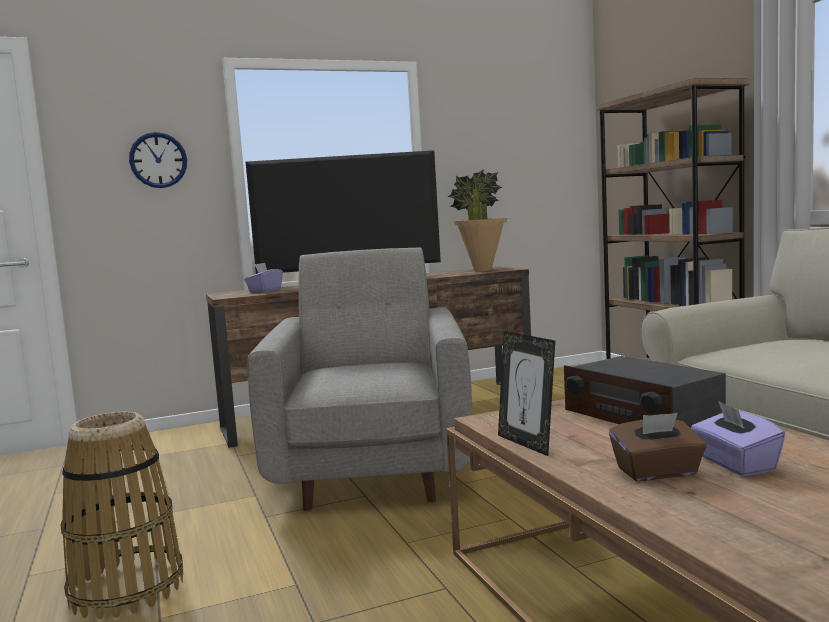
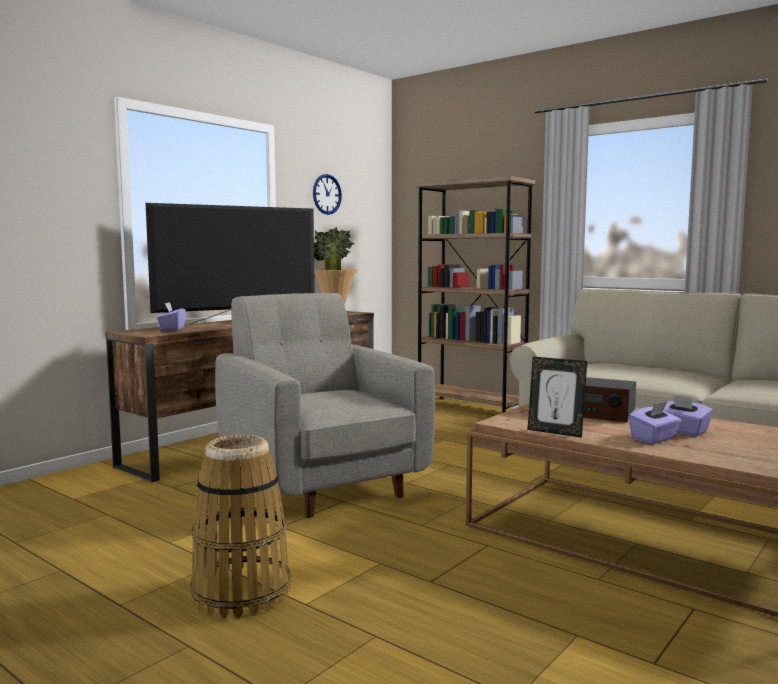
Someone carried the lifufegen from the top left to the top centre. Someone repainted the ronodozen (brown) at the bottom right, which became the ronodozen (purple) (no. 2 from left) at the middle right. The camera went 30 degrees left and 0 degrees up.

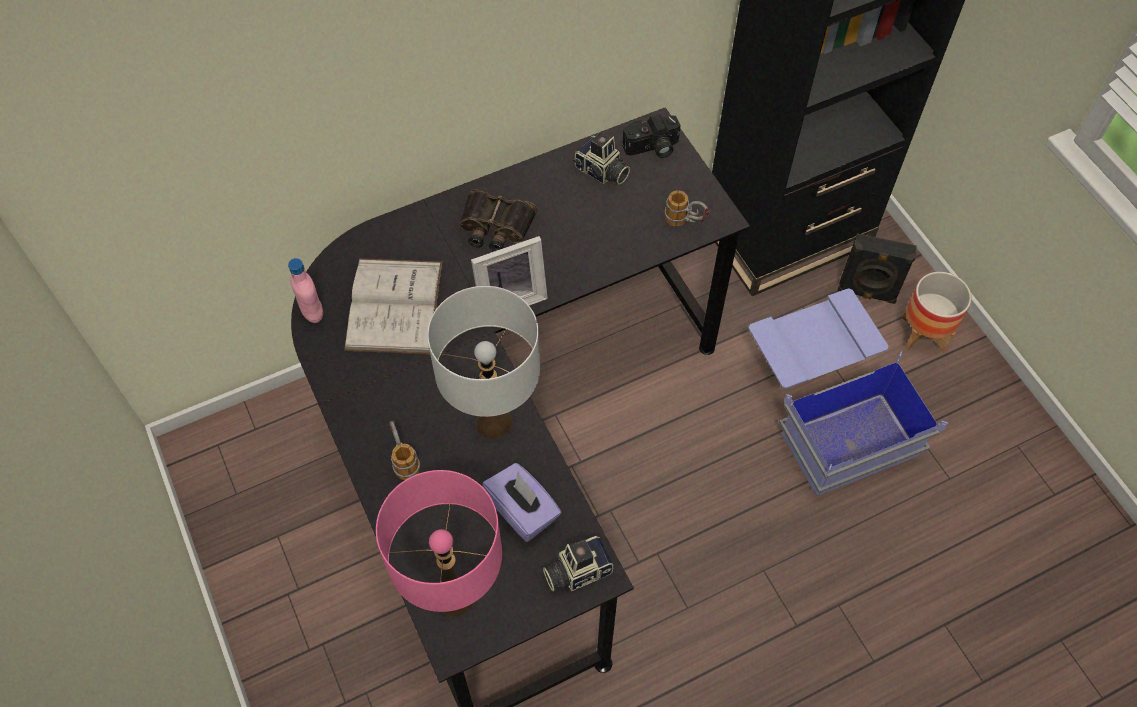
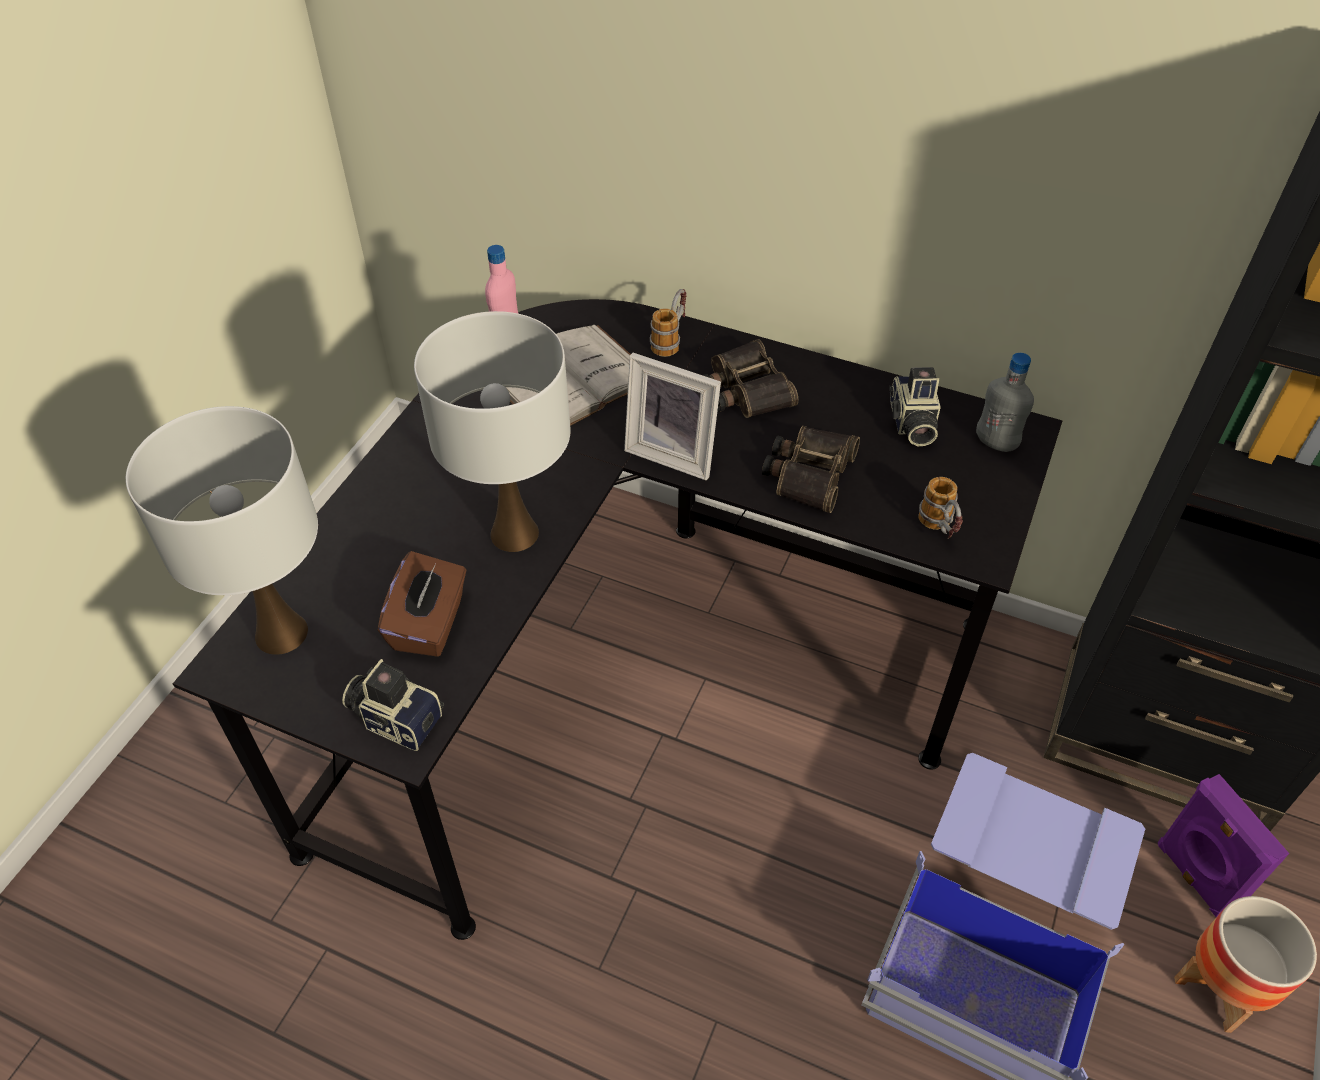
Someone swapped the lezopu (no. 3 from left) at the top centre for the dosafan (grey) at the middle right. Someone repainted the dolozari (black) at the middle right, which became the dolozari (purple) at the bottom right. Someone carried the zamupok (no. 1 from left) from the centre to the top centre. Someone repainted the ronodozen (purple) at the bottom centre, which became the ronodozen (brown) at the middle left. Someone repainted the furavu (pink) at the bottom centre, which became the furavu (white) (no. 1 from left) at the middle left. Someone put down the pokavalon (no. 2 from left) at the centre. The camera went 50 degrees right and 10 degrees down.

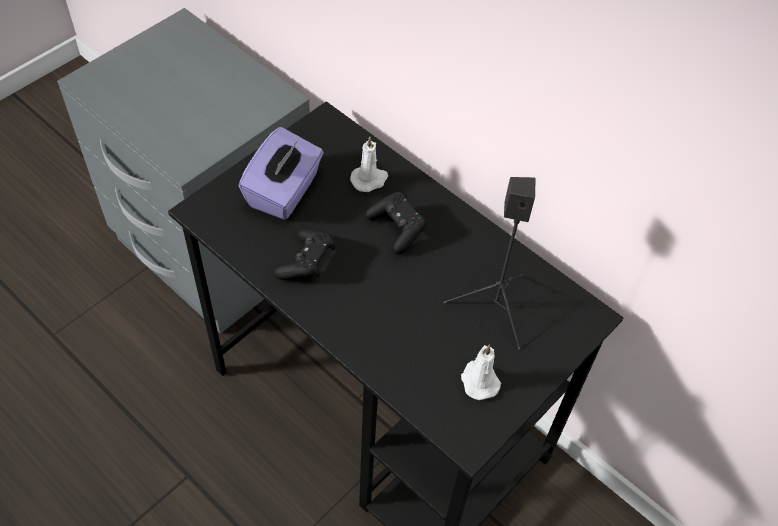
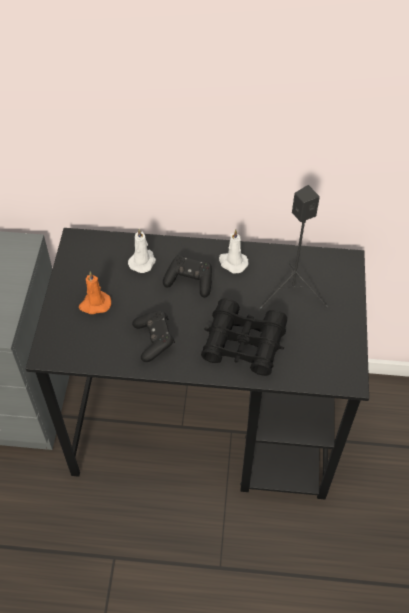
Someone swapped the ronodozen (purple) at the top centre for the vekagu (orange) at the middle left. Someone carried the vekagu (white) (no. 2 from left) from the bottom centre to the centre. Someone put down the pokavalon (black) at the centre. The camera went 35 degrees left and 0 degrees up.

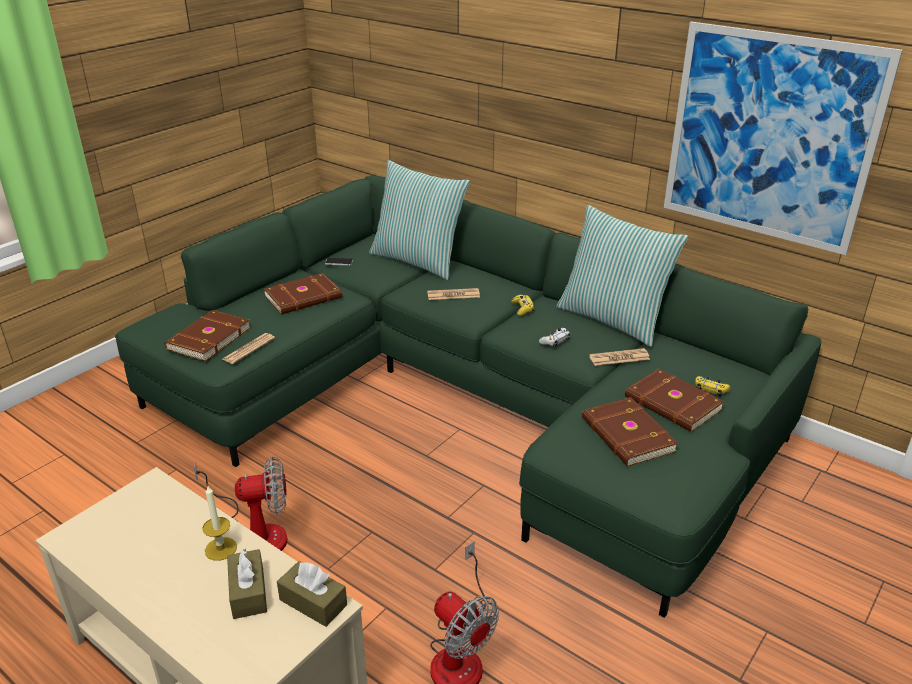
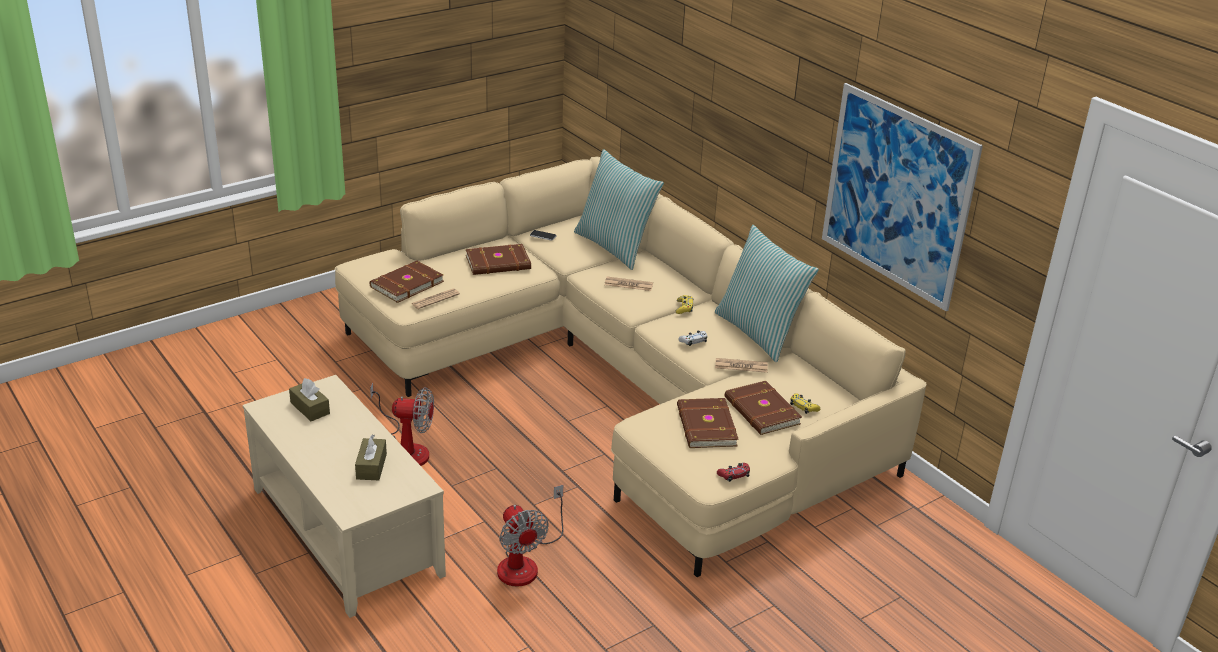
Someone repainted the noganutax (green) at the centre, which became the noganutax (beige) at the centre. Someone took away the vekagu at the bottom left. Someone carried the ronodozen (brown) (no. 2 from left in the first image) from the bottom centre to the middle left. Someone put down the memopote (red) at the bottom centre. The camera went 15 degrees right and 0 degrees up.

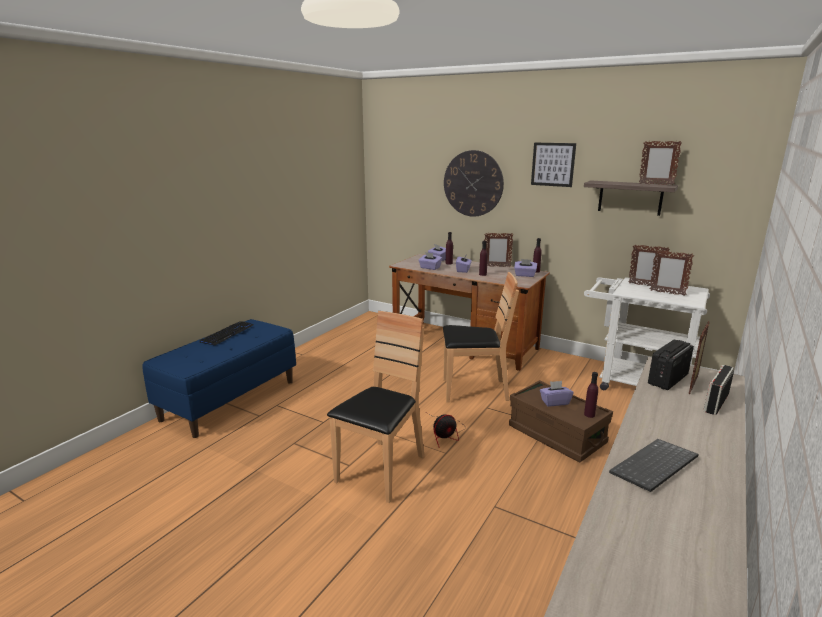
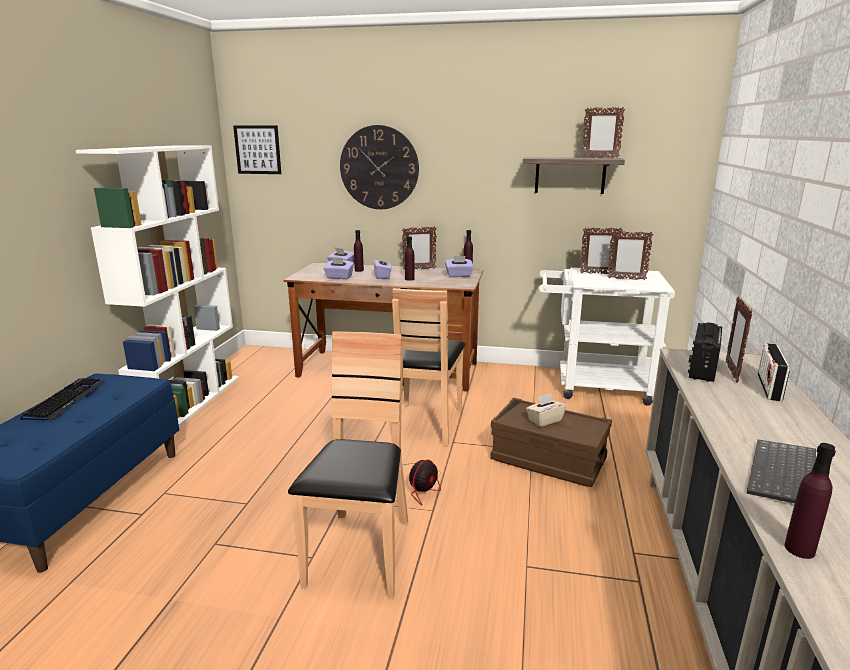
Someone carried the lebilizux from the top right to the top left. Someone rotated the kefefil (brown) (no. 2 from left) at the centre by 120 degrees clockwise. Someone carried the dosafan (purple) (no. 4 from left) from the middle right to the bottom right. Someone repainted the ronodozen (purple) (no. 5 from left) at the middle right, which became the ronodozen (beige) at the centre. Someone put down the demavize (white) at the middle left. The camera went 20 degrees left and 0 degrees up.

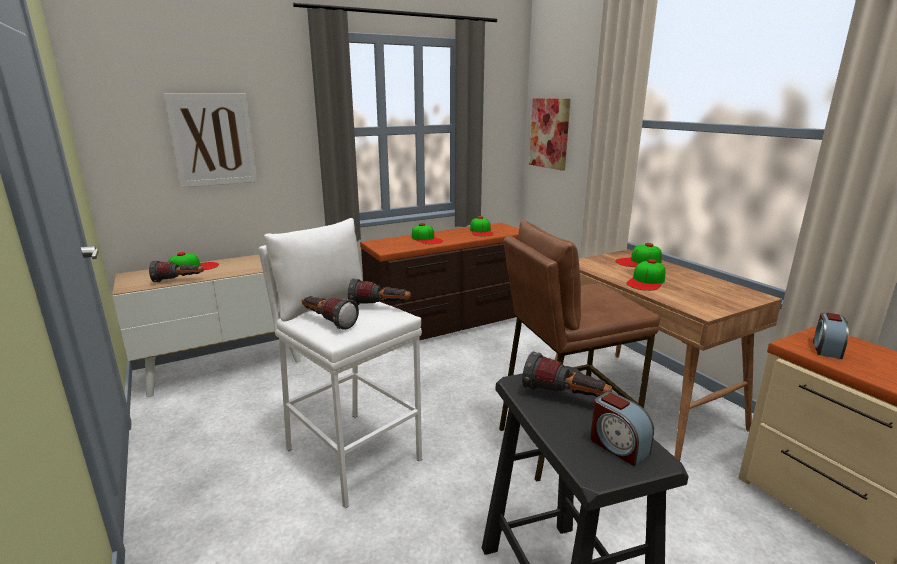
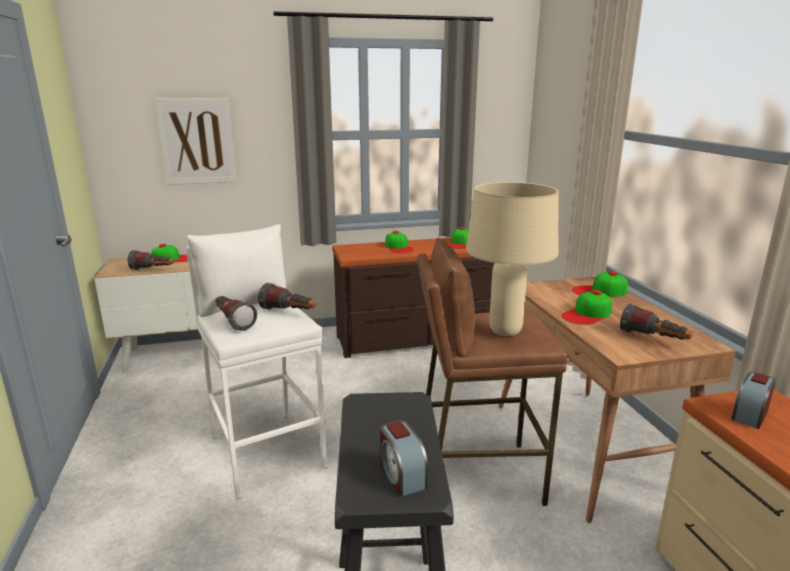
Someone took away the lebilizux (no. 2 from left) at the top centre. Someone carried the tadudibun (no. 4 from left) from the centre to the middle right. Someone put down the furavu (beige) at the centre. The camera went 15 degrees right and 0 degrees up.

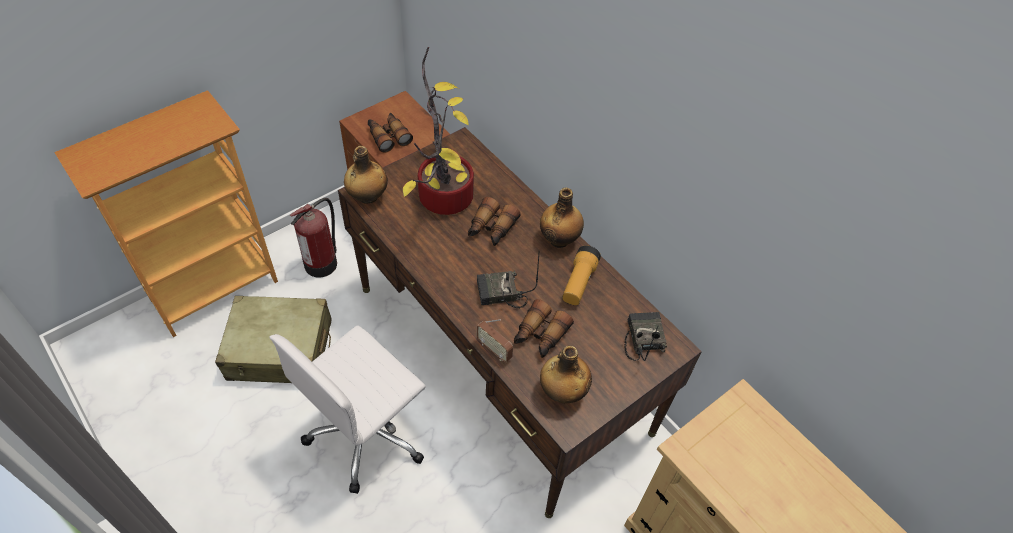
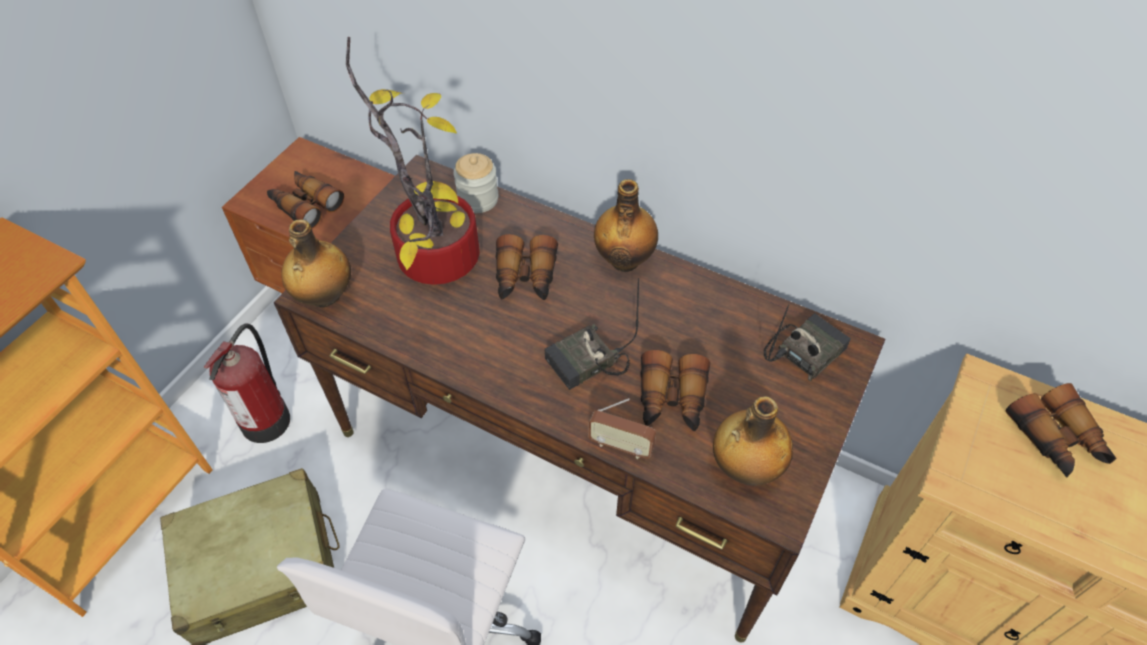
Someone took away the tadudibun at the centre. Someone rotated the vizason (no. 3 from left) at the centre by 75 degrees clockwise. Someone put down the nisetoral at the top centre. Someone put down the pokavalon (no. 4 from left) at the bottom right. The camera went 20 degrees left and 0 degrees up.

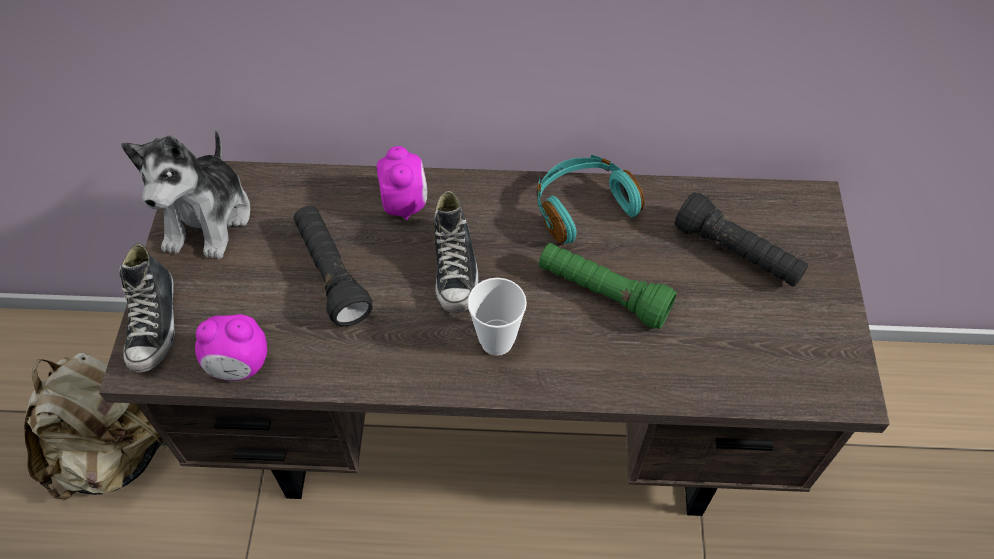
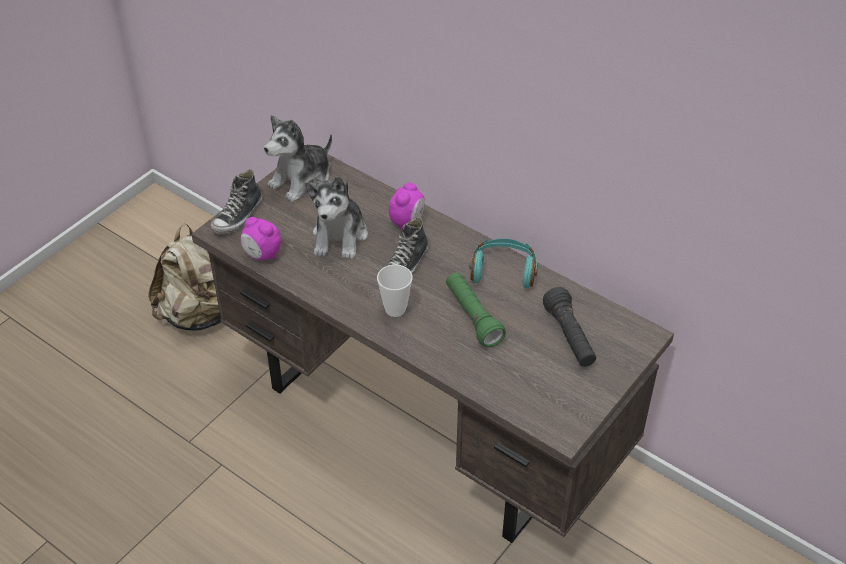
Someone swapped the tadudibun (black) (no. 1 from left) at the centre for the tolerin (no. 2 from left) at the centre. The camera went 35 degrees right and 10 degrees down.

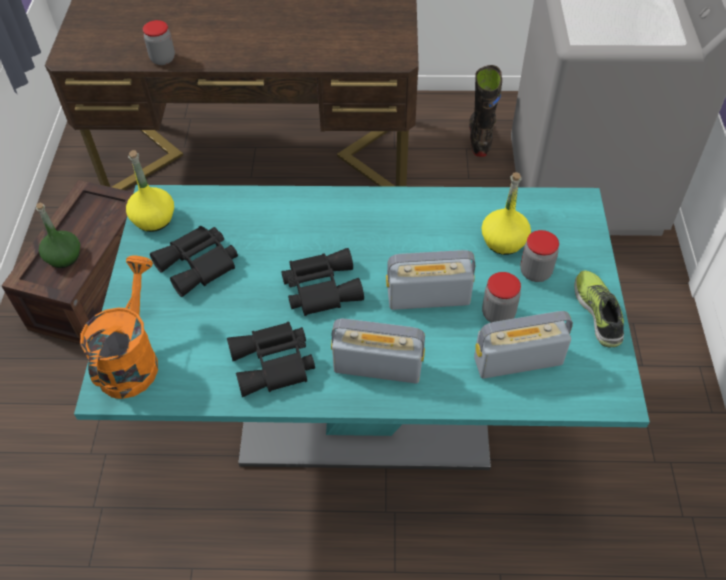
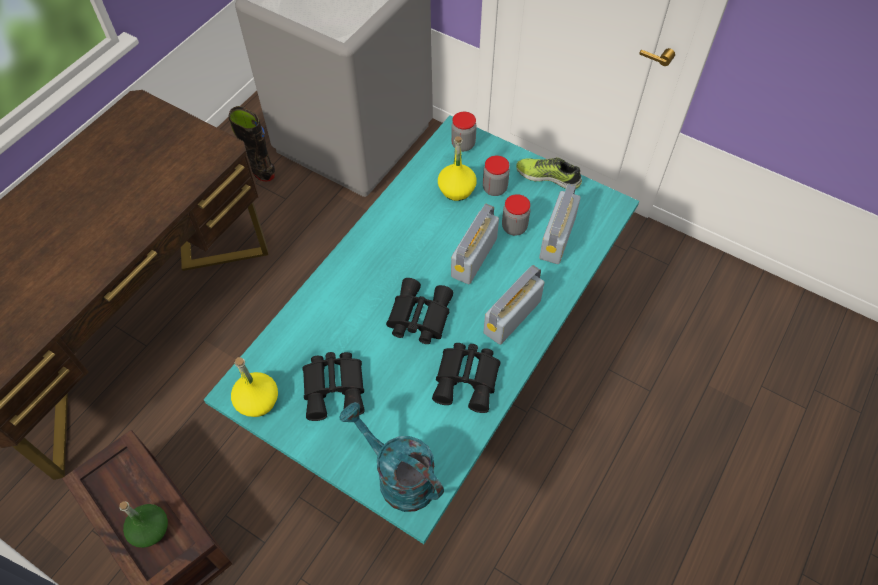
Someone carried the nisetoral (no. 1 from left) from the top left to the top centre. Someone repainted the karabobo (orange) at the middle left, which became the karabobo (turquoise) at the bottom centre. The camera went 60 degrees left and 5 degrees up.

